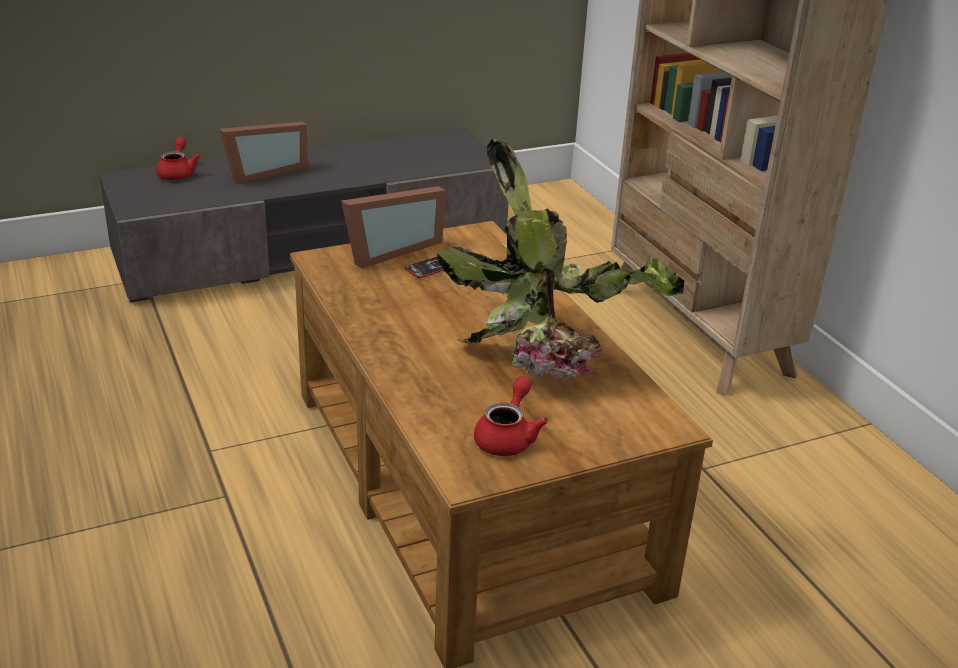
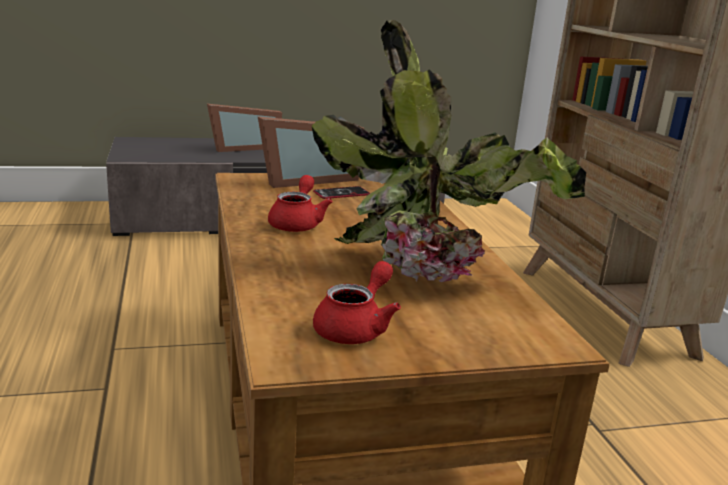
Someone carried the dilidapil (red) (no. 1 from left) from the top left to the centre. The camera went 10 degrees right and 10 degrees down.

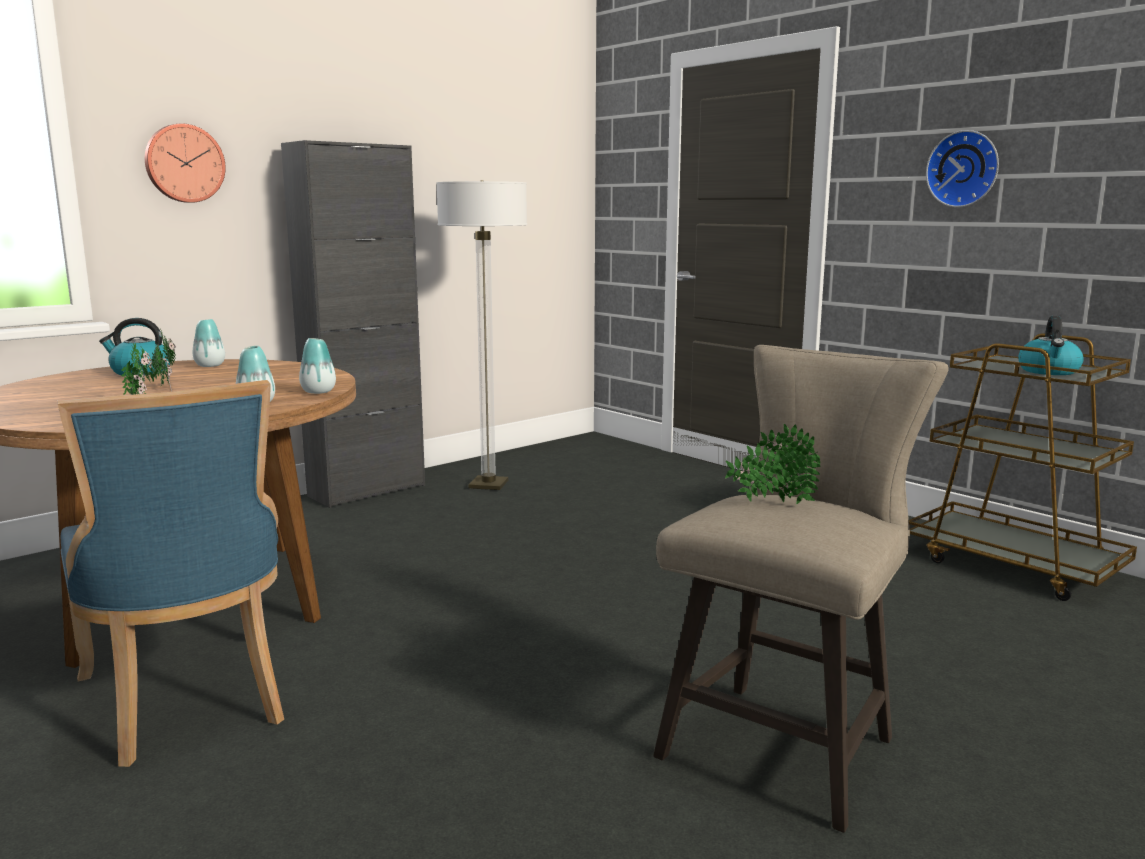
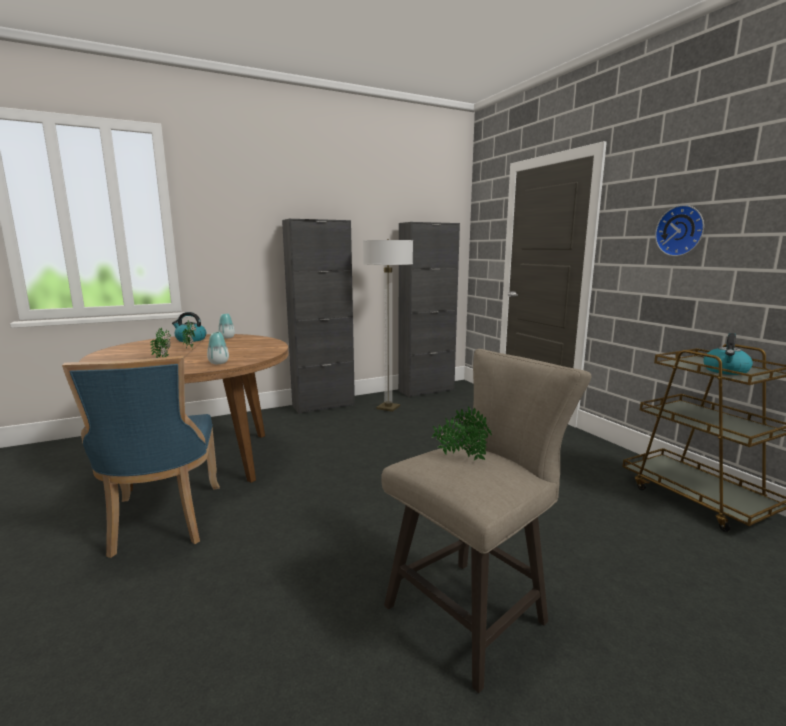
Someone took away the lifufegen (no. 1 from left) at the top left. Someone took away the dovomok (no. 3 from left) at the middle left. Someone put down the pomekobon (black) (no. 2 from left) at the centre. The camera went 15 degrees right and 0 degrees up.

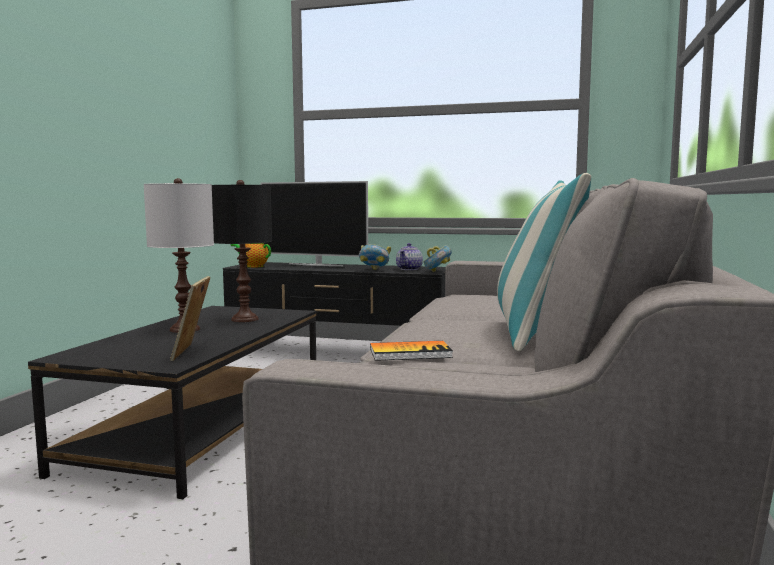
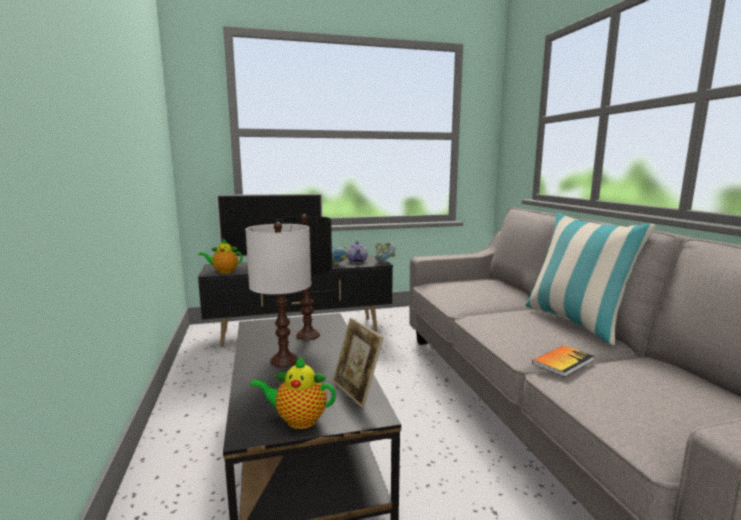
Someone put down the dilidapil (no. 2 from left) at the bottom centre. The camera went 30 degrees left and 5 degrees up.

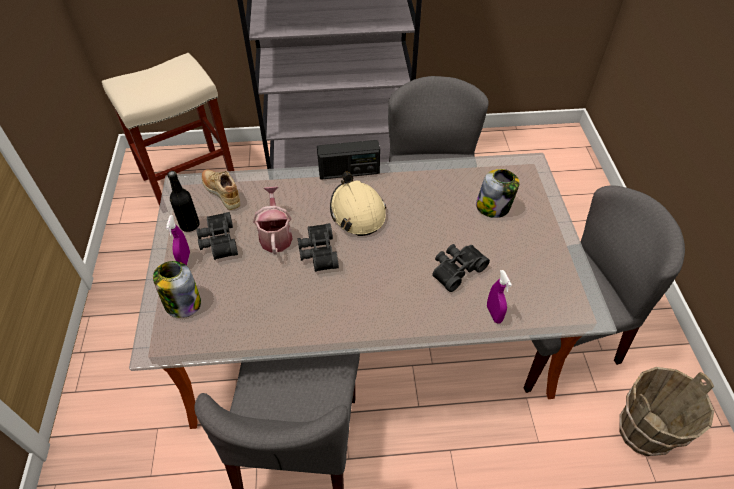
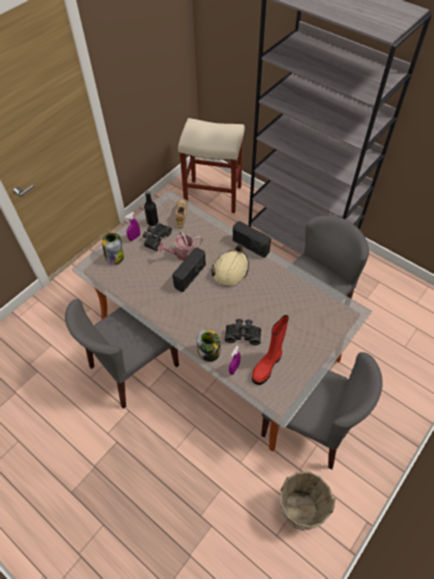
Someone carried the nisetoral (no. 2 from left) from the middle right to the centre. Someone rotated the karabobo at the centre by 150 degrees counterclockwise. Someone swapped the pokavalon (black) (no. 2 from left) at the centre for the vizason (no. 1 from left) at the centre. Someone put down the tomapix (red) at the centre. The camera went 45 degrees right and 5 degrees up.

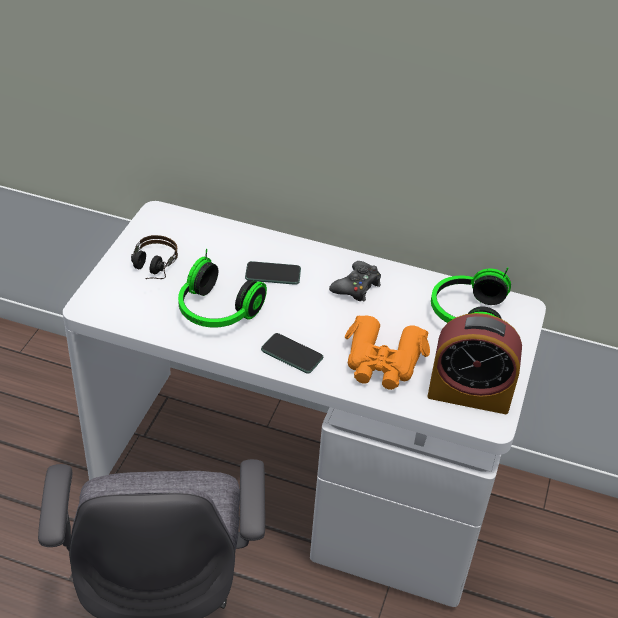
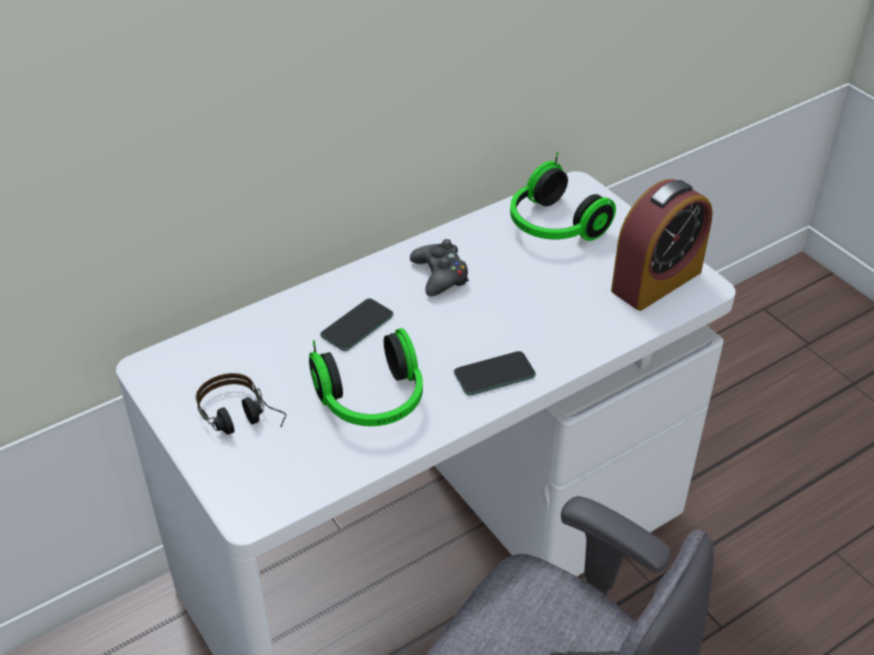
Someone took away the pokavalon (orange) at the centre. The camera went 50 degrees left and 0 degrees up.

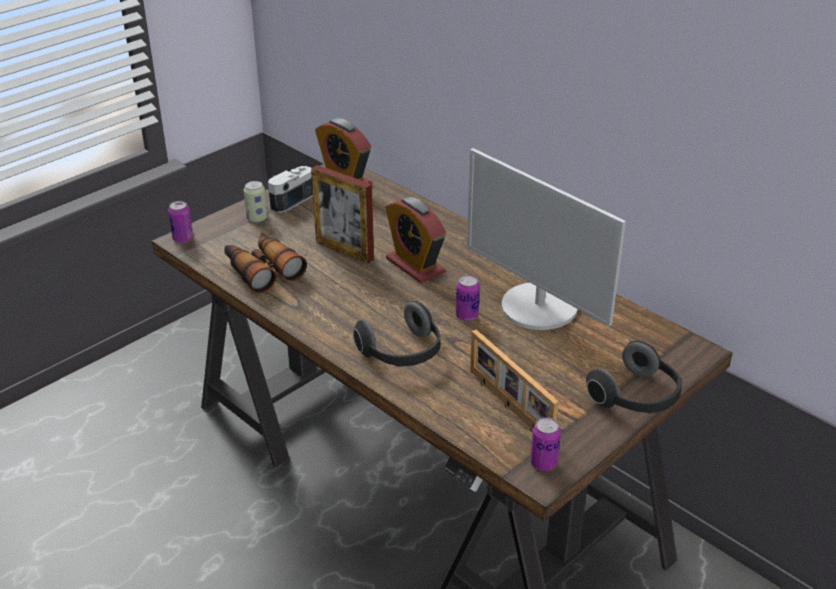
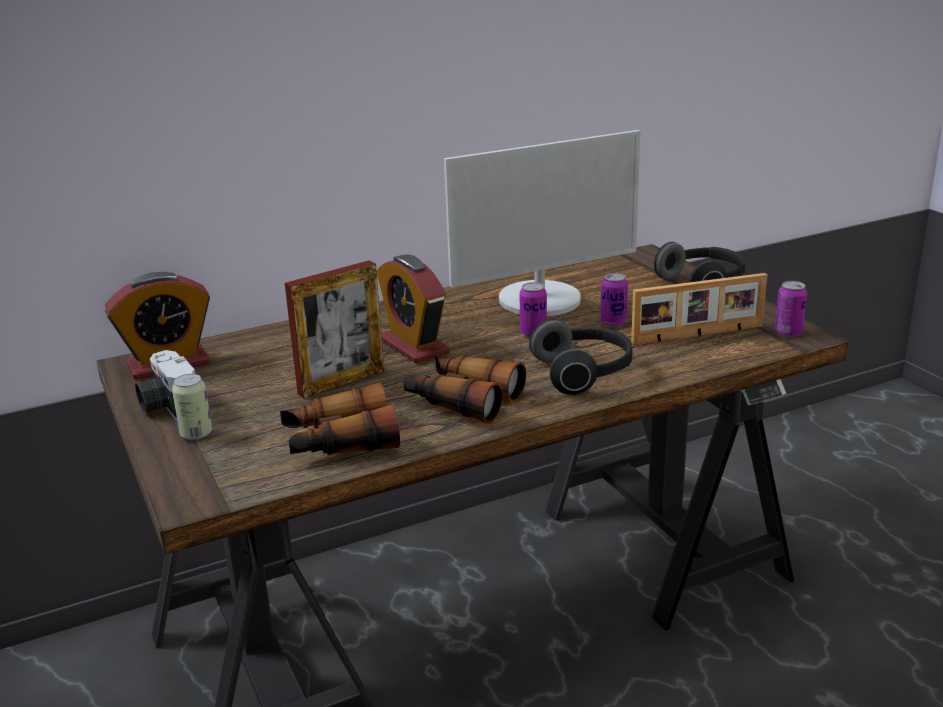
Someone rotated the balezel (no. 2 from left) at the centre by 75 degrees clockwise. Someone carried the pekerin (no. 1 from left in the first image) from the middle left to the centre. Someone put down the pokavalon (no. 2 from left) at the centre. The camera went 70 degrees left and 10 degrees down.

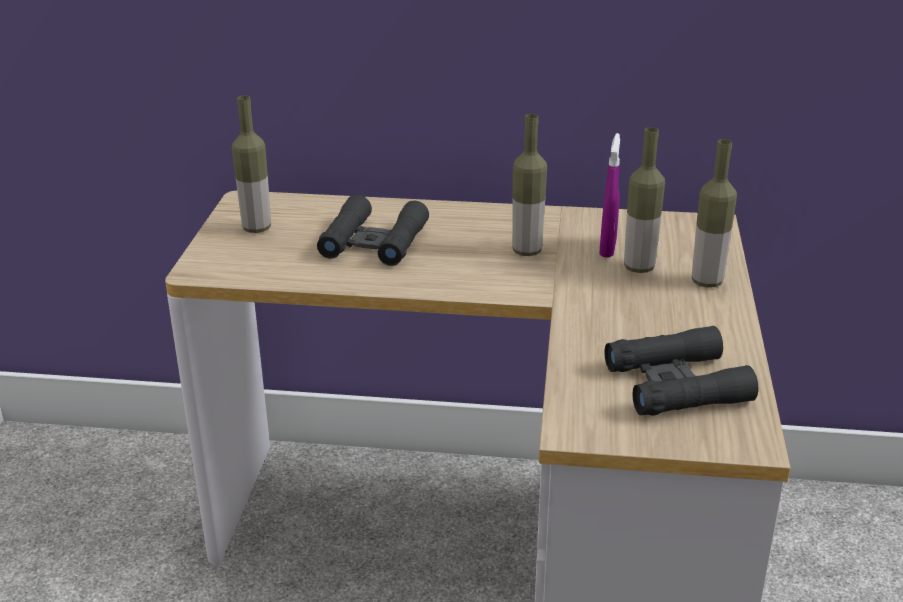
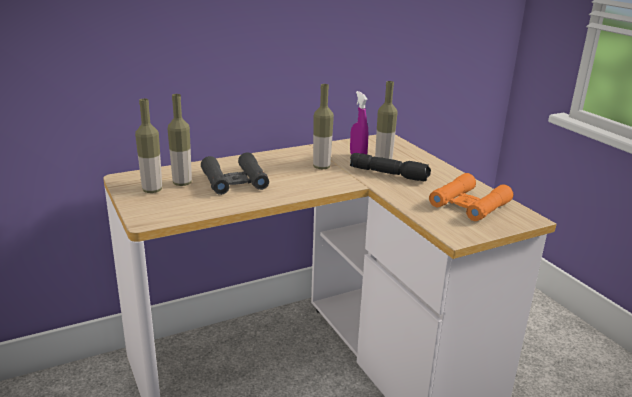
Someone carried the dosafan (no. 4 from left in the first image) from the middle right to the middle left. Someone repainted the pokavalon (black) (no. 2 from left) at the middle right, which became the pokavalon (orange) at the middle right. Someone put down the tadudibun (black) at the centre. The camera went 35 degrees left and 5 degrees down.

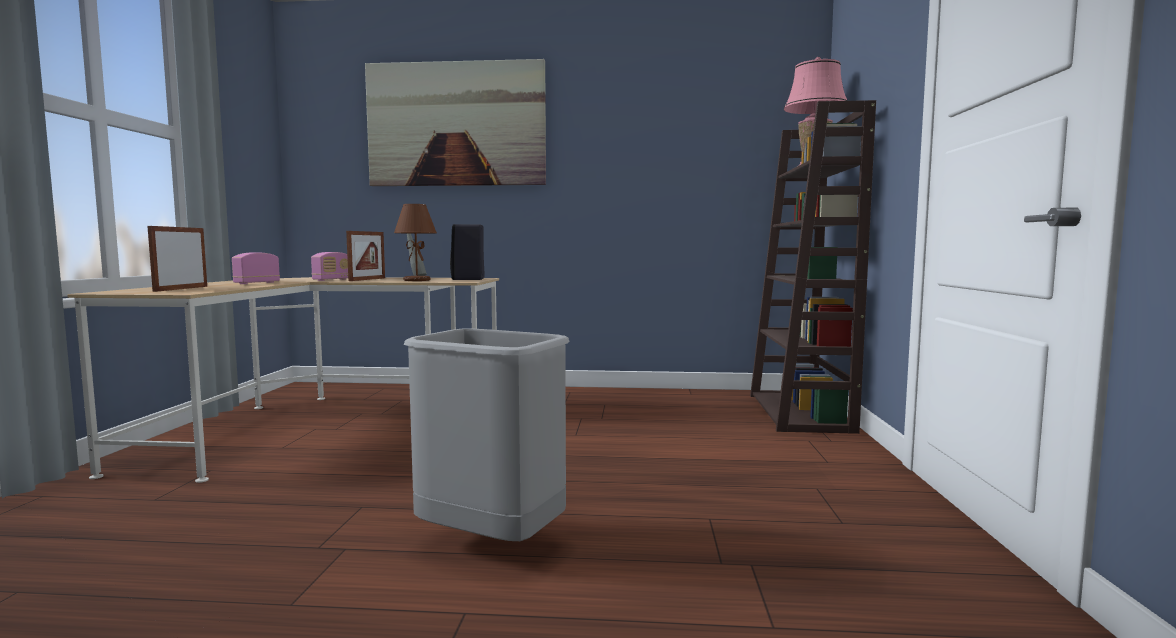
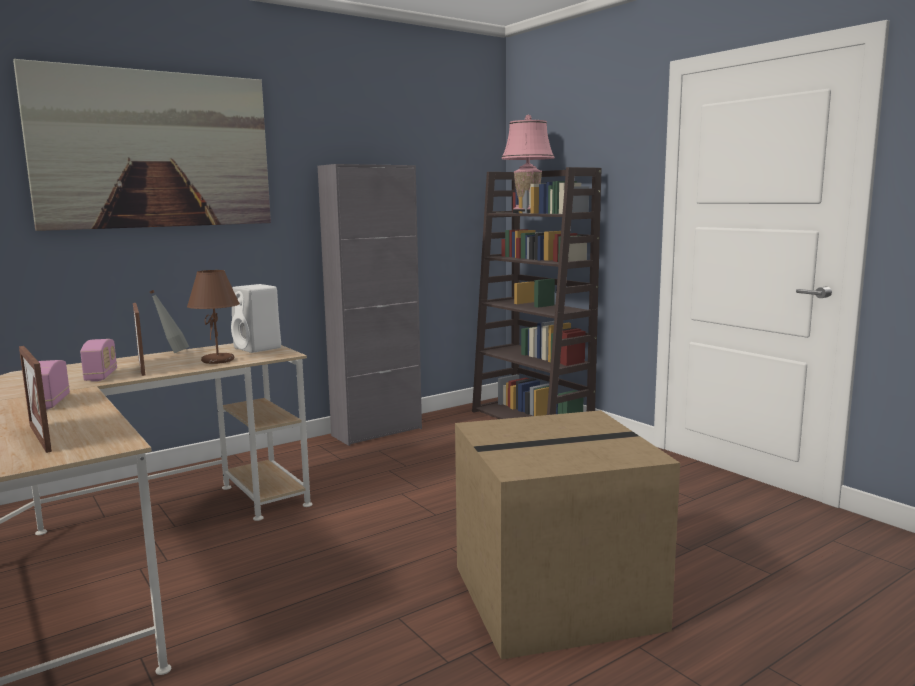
Someone repainted the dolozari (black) at the centre, which became the dolozari (white) at the middle left. Someone swapped the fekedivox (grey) at the bottom centre for the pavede at the bottom centre. Someone put down the pomekobon (grey) at the centre. The camera went 40 degrees left and 5 degrees up.

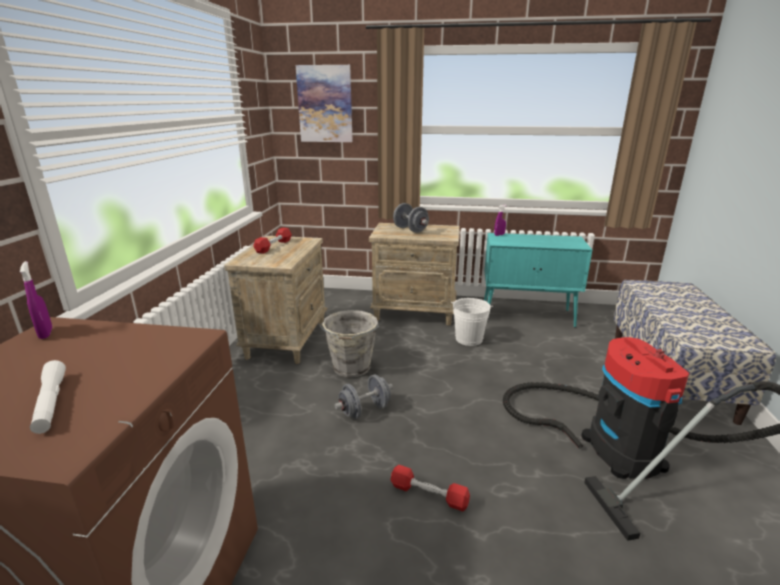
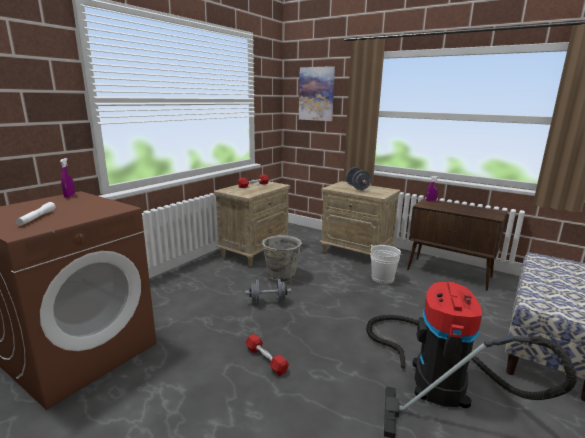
Someone repainted the pomekobon (turquoise) at the middle right, which became the pomekobon (brown) at the middle right. The camera went 25 degrees right and 5 degrees down.

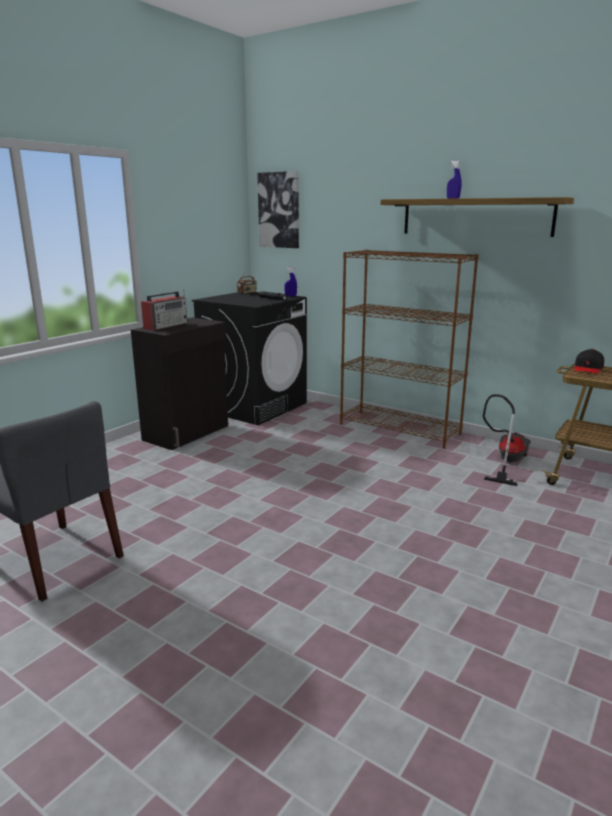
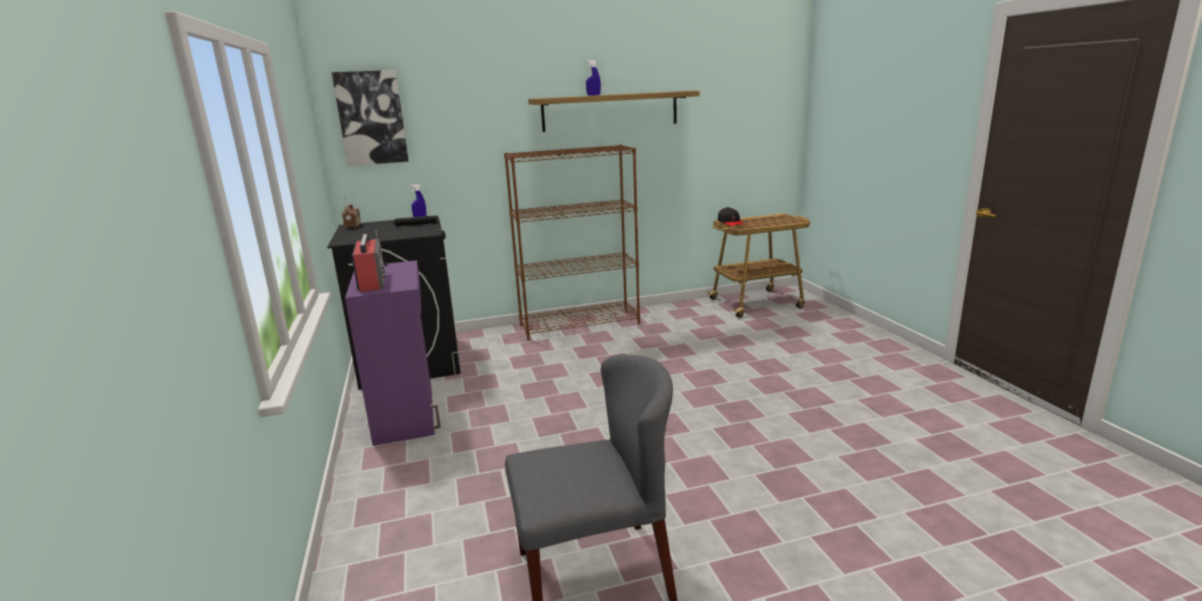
Someone repainted the pomekobon (black) at the middle left, which became the pomekobon (purple) at the middle left. Someone took away the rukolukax at the middle right. The camera went 50 degrees left and 0 degrees up.

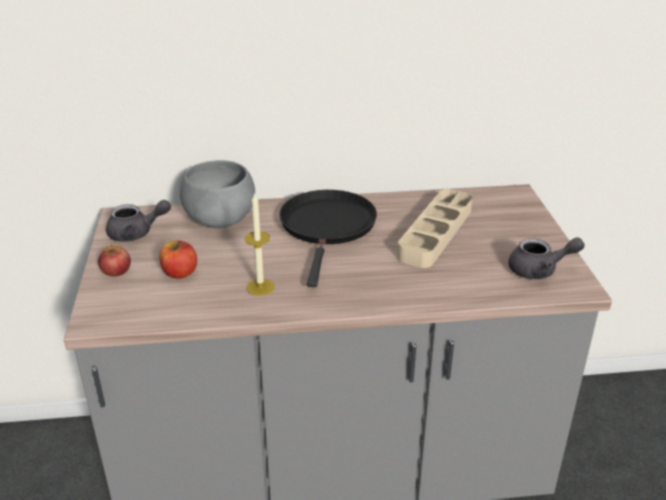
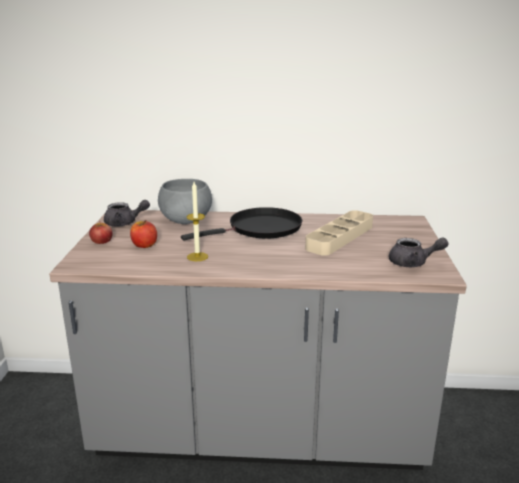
Someone rotated the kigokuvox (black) at the centre by 45 degrees clockwise. The camera went 10 degrees right and 10 degrees down.

